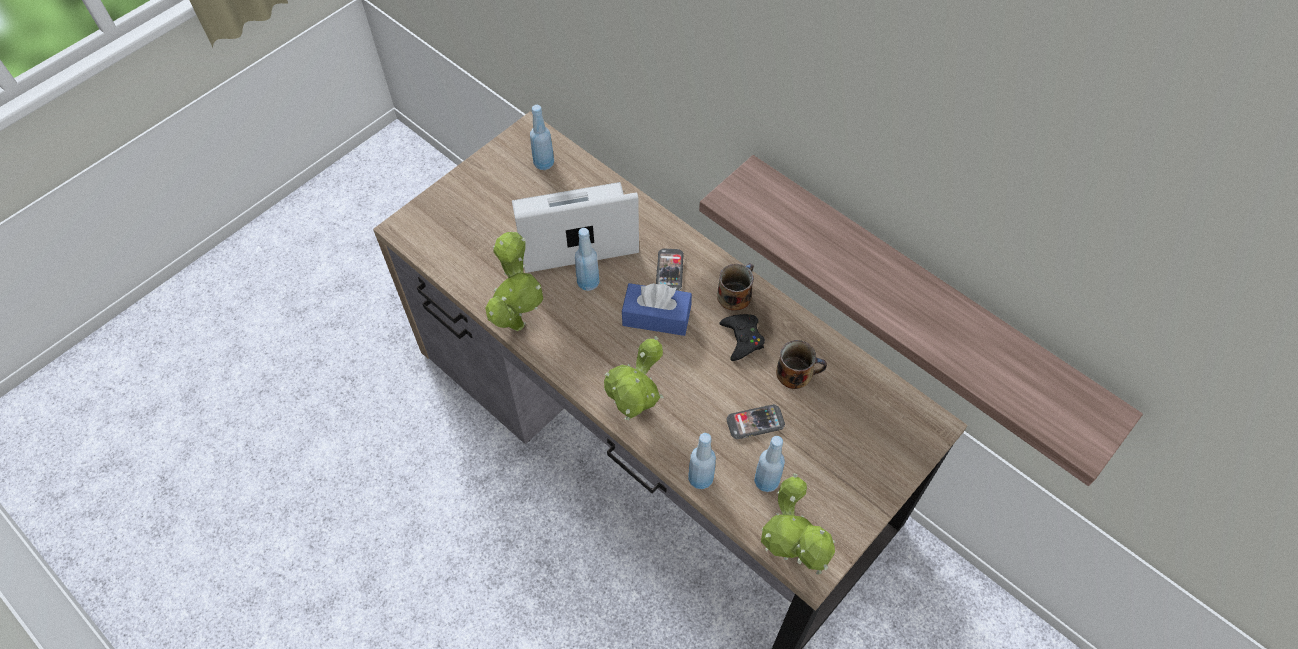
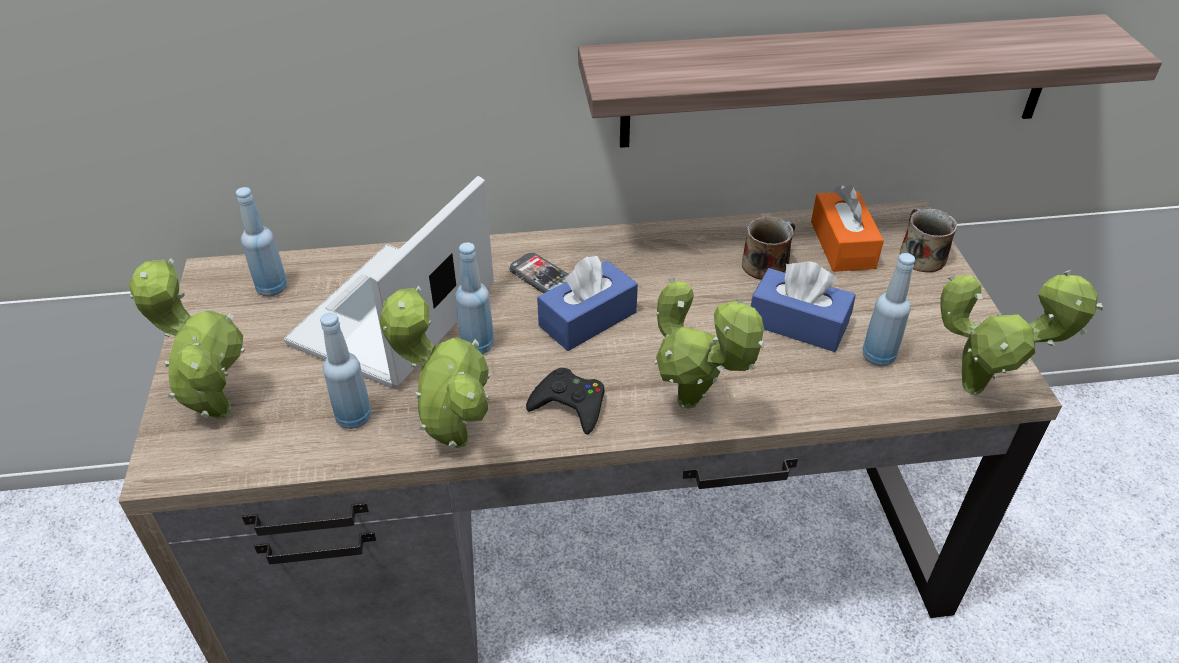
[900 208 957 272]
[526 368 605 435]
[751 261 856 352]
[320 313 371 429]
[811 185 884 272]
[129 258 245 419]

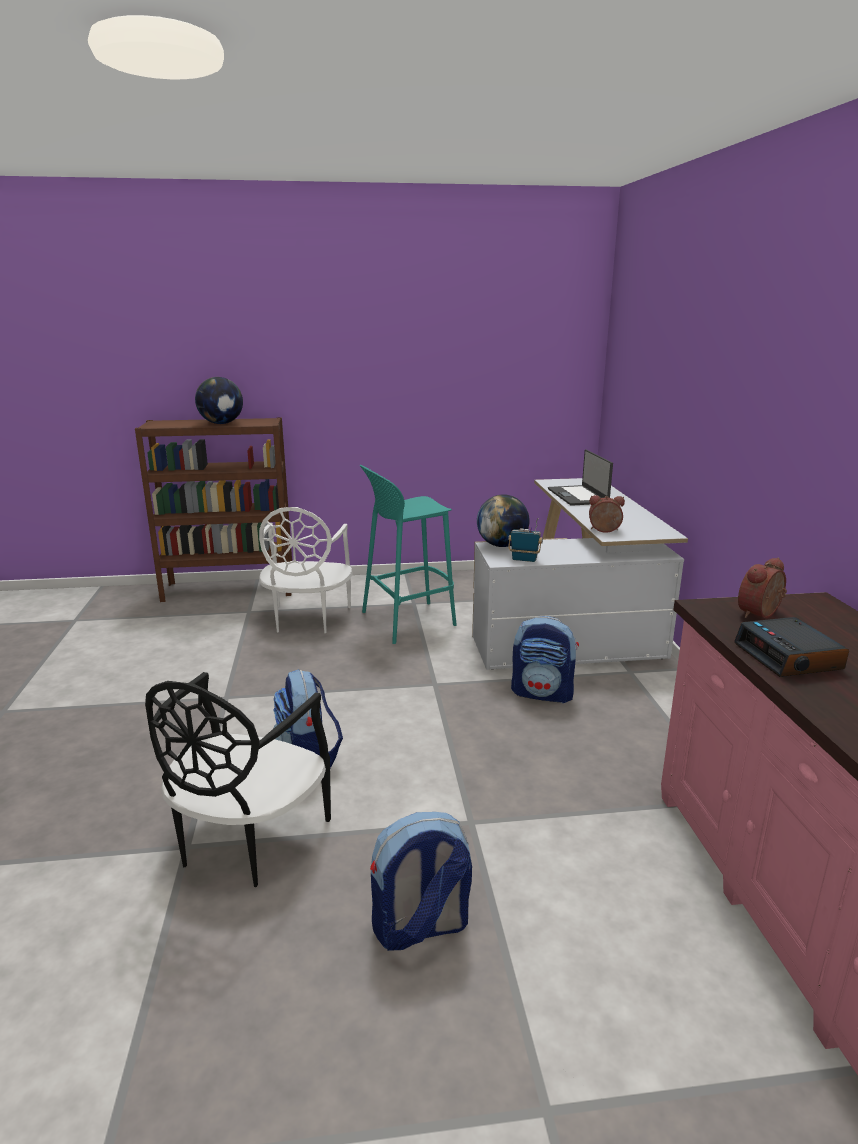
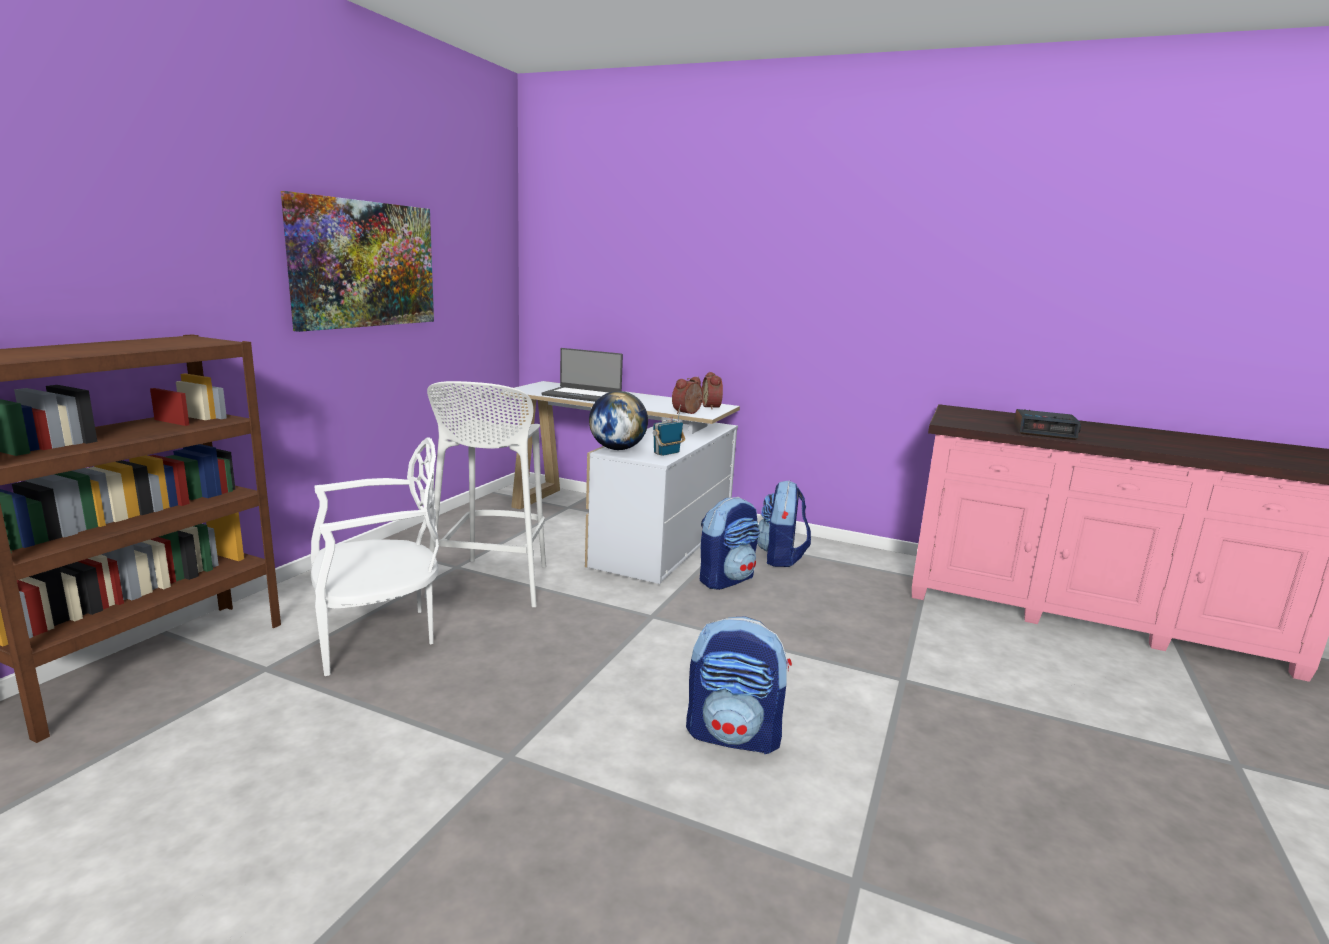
[195 377 243 424] (first image)
[424 381 546 607]
[311 437 439 676]
[702 372 723 409]
[145 672 331 887] (first image)
[757 480 811 567]
[281 191 434 332]

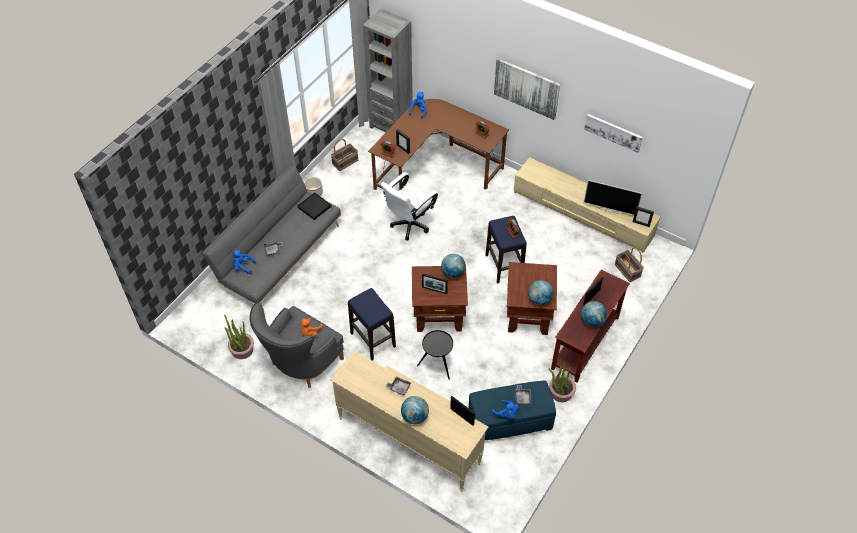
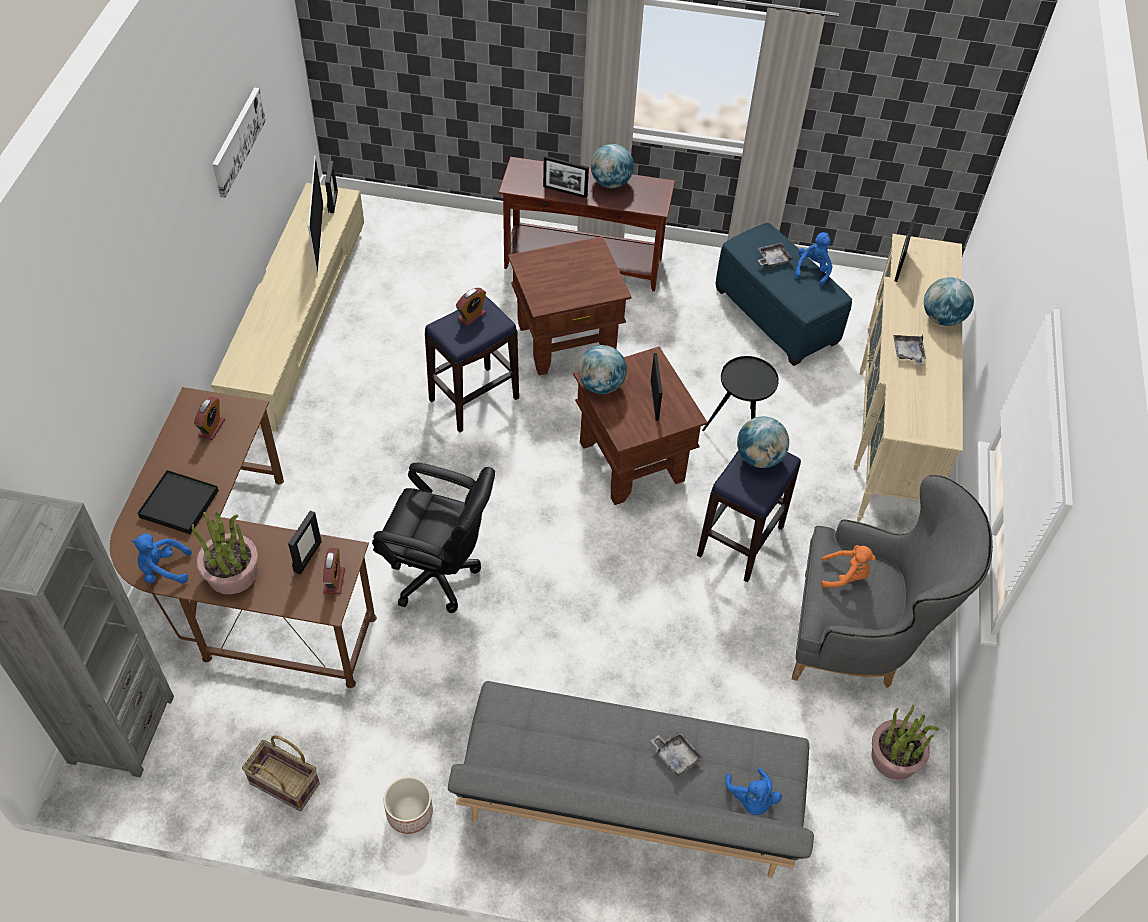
[494 58 560 120] (first image)
[372 463 495 613]
[138 470 219 534]
[615 247 644 282] (first image)
[737 416 789 468]
[192 512 258 595]

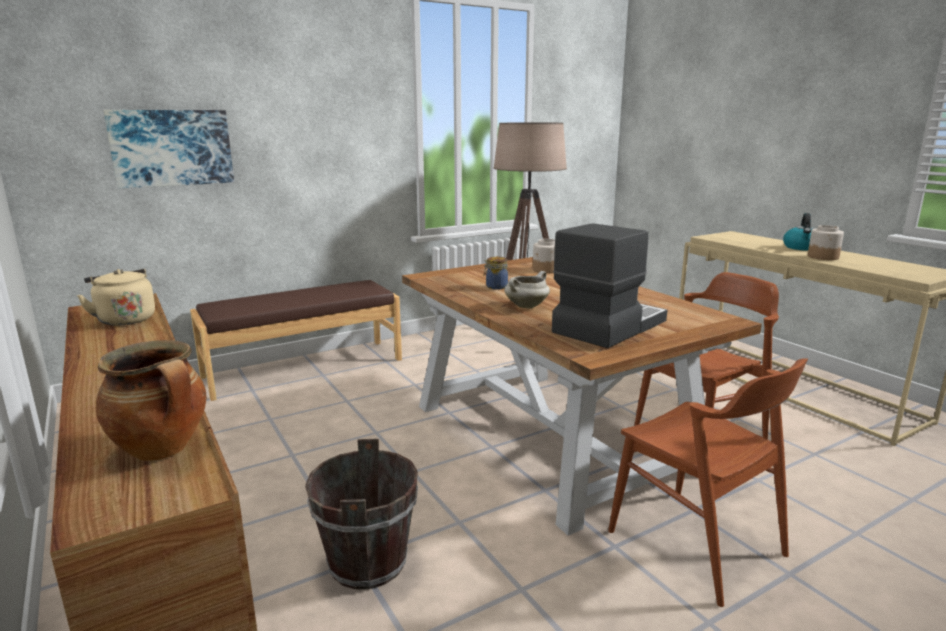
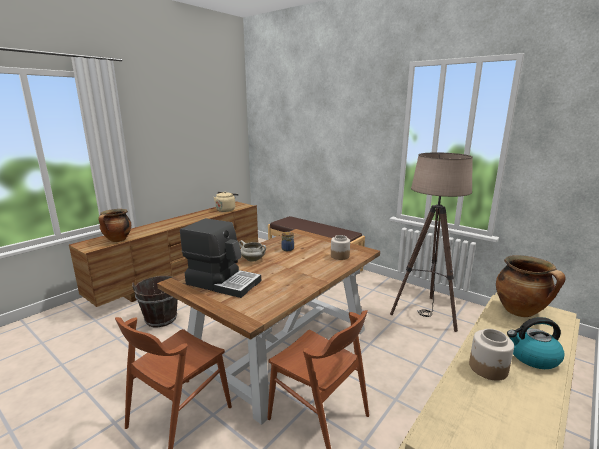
[103 110 234 188] (first image)
[496 255 565 317]

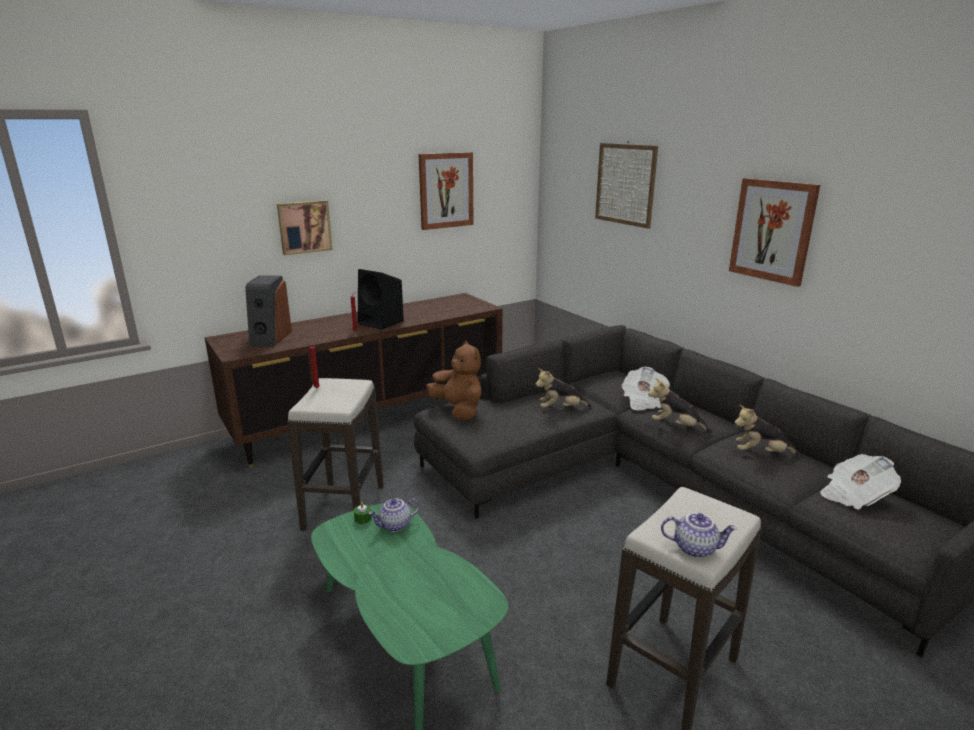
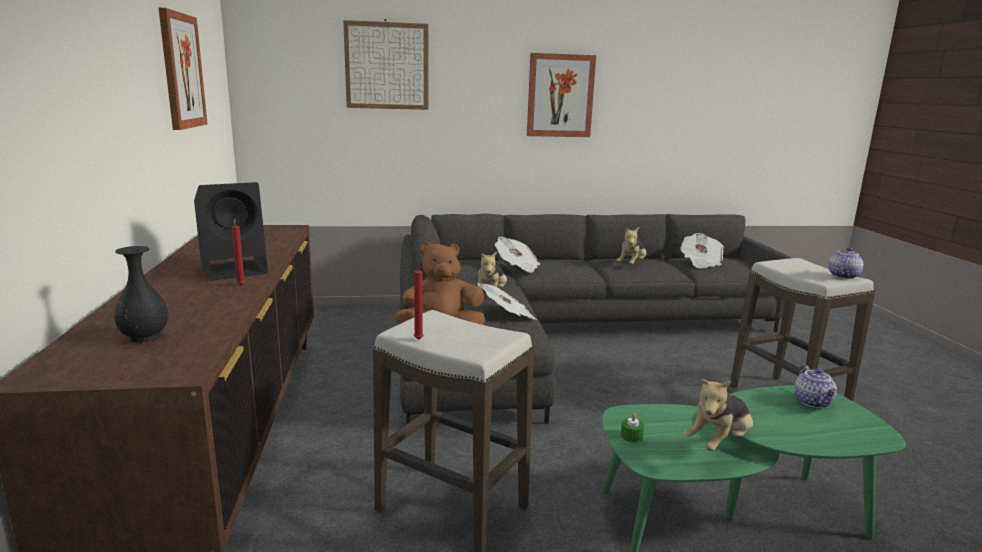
[277 200 333 255] (first image)
[114 246 169 343]
[684 379 753 451]
[794 365 837 408]
[477 283 537 320]

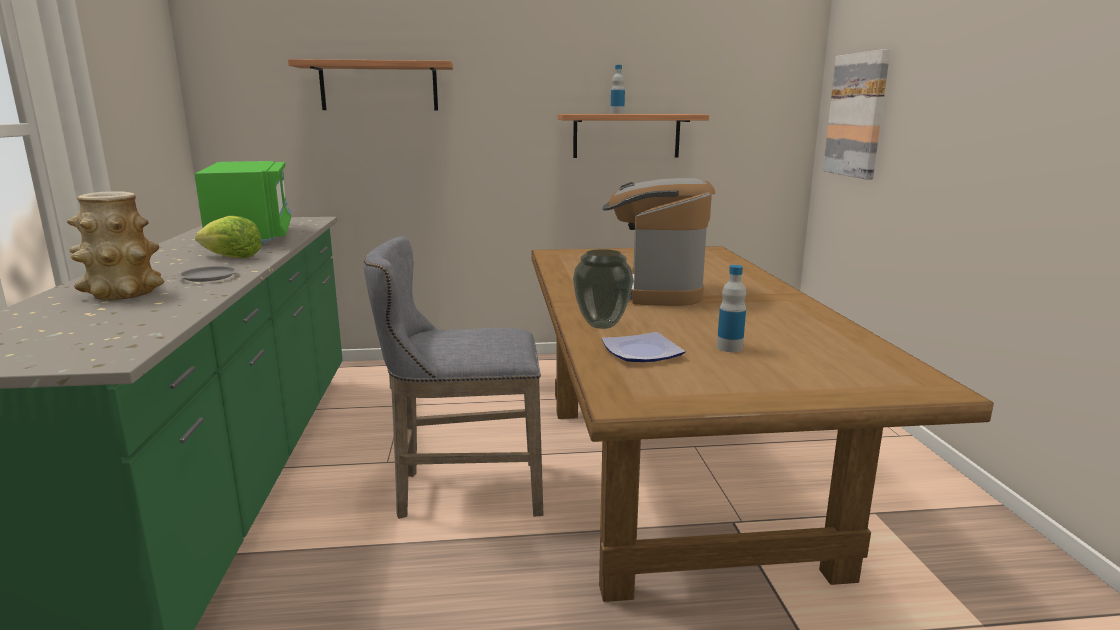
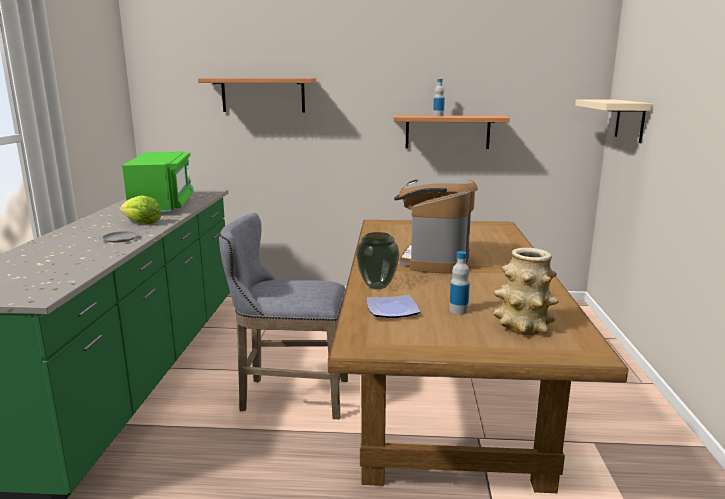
[575 99 653 143]
[493 248 558 335]

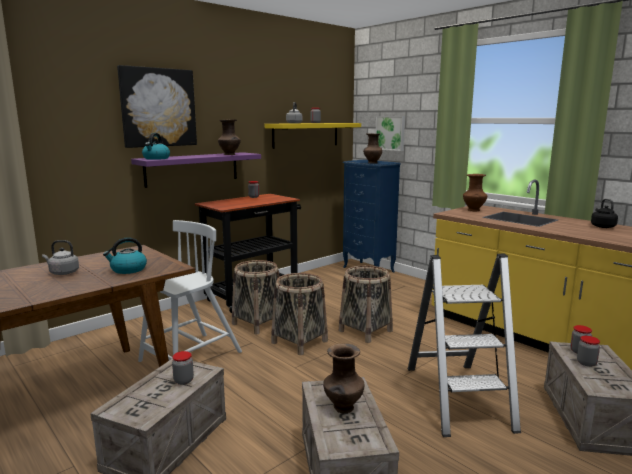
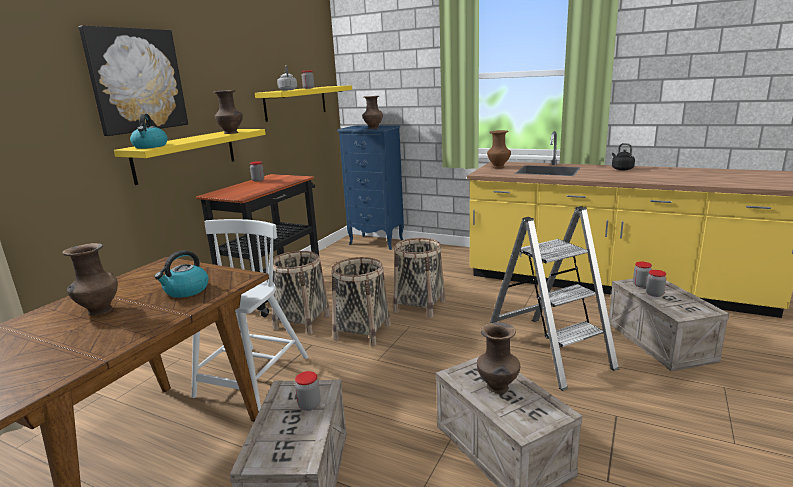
[376 116 405 151] (first image)
[114 129 266 185]
[62 243 118 316]

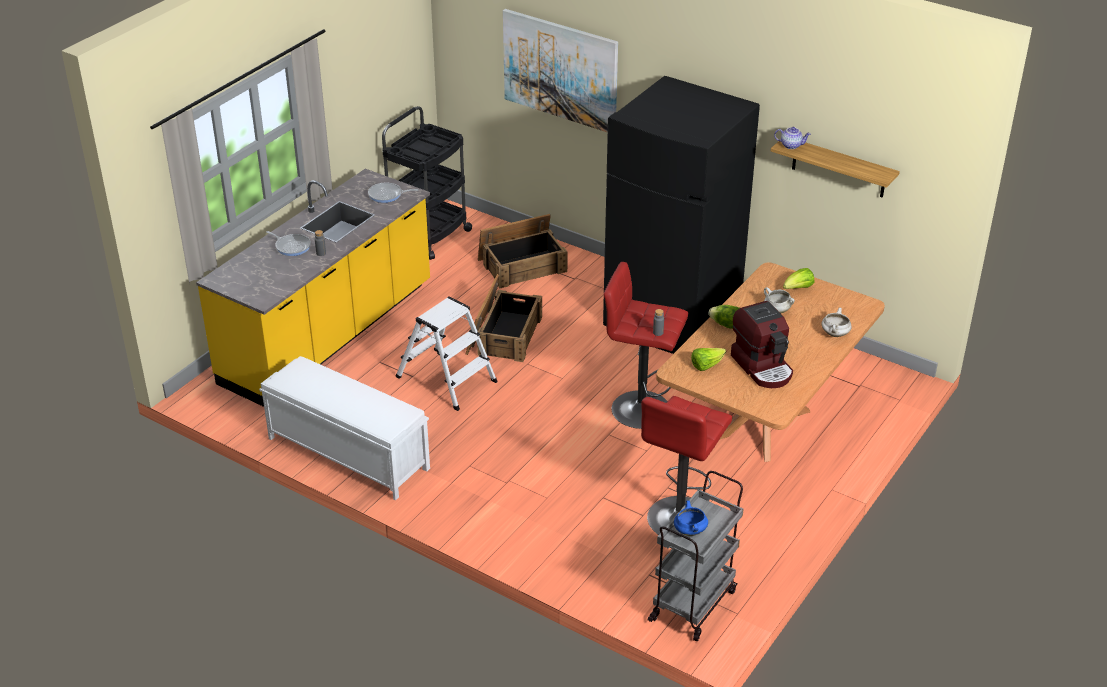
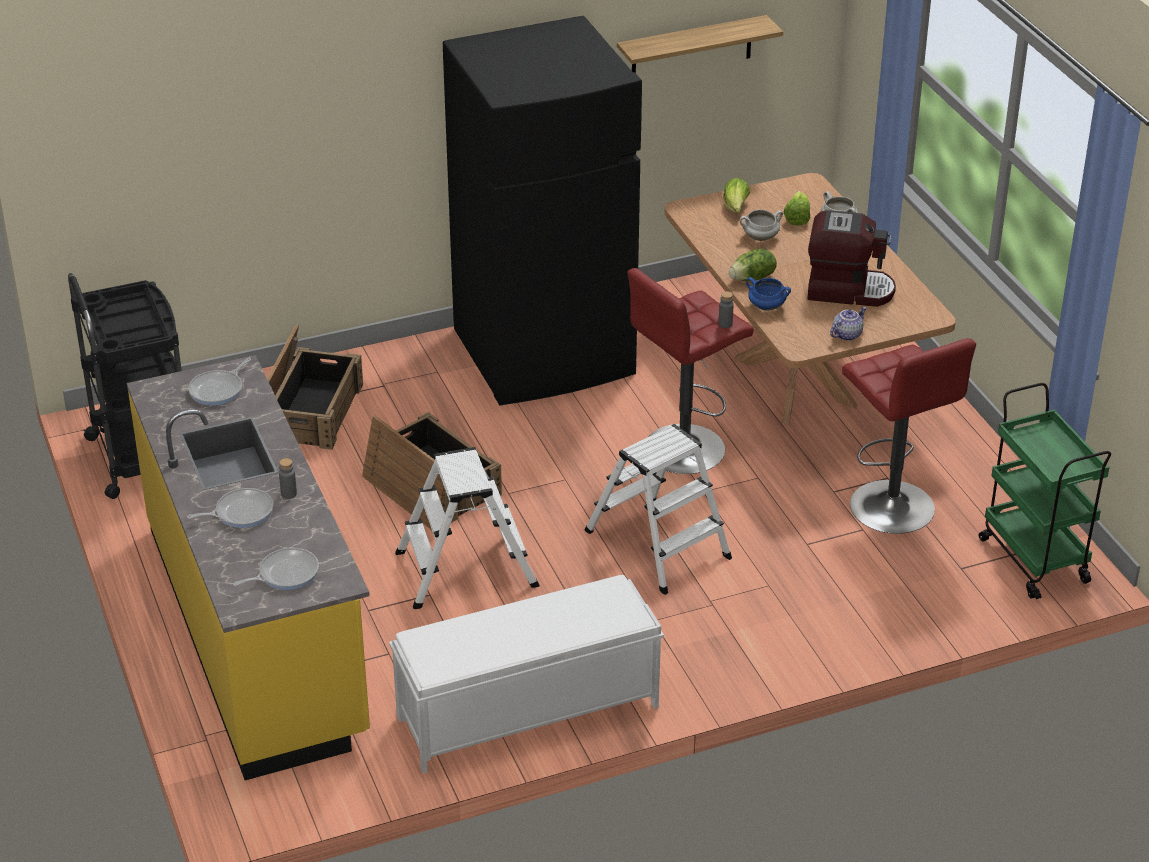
[503 9 618 133] (first image)
[830 307 867 341]
[784 191 810 226]
[979 383 1111 599]
[746 277 791 311]
[584 424 732 595]
[233 548 319 590]

